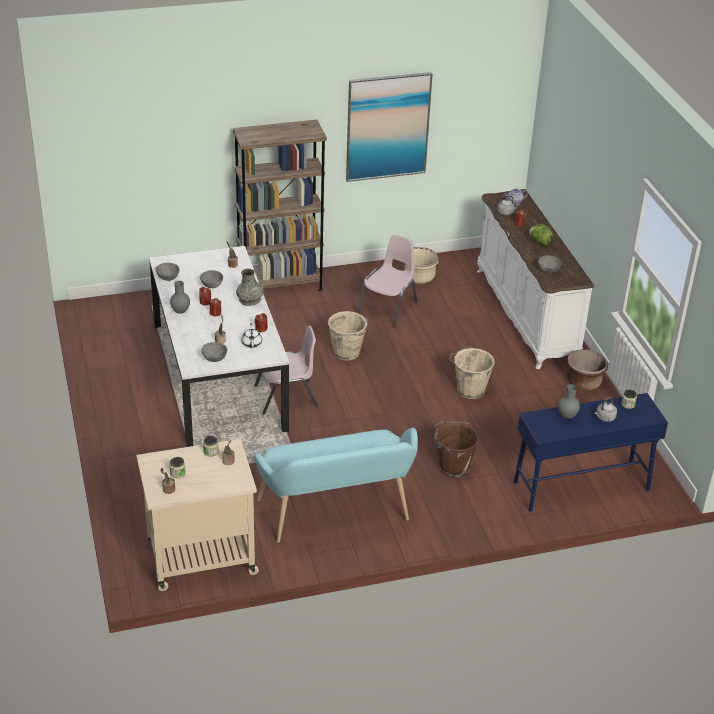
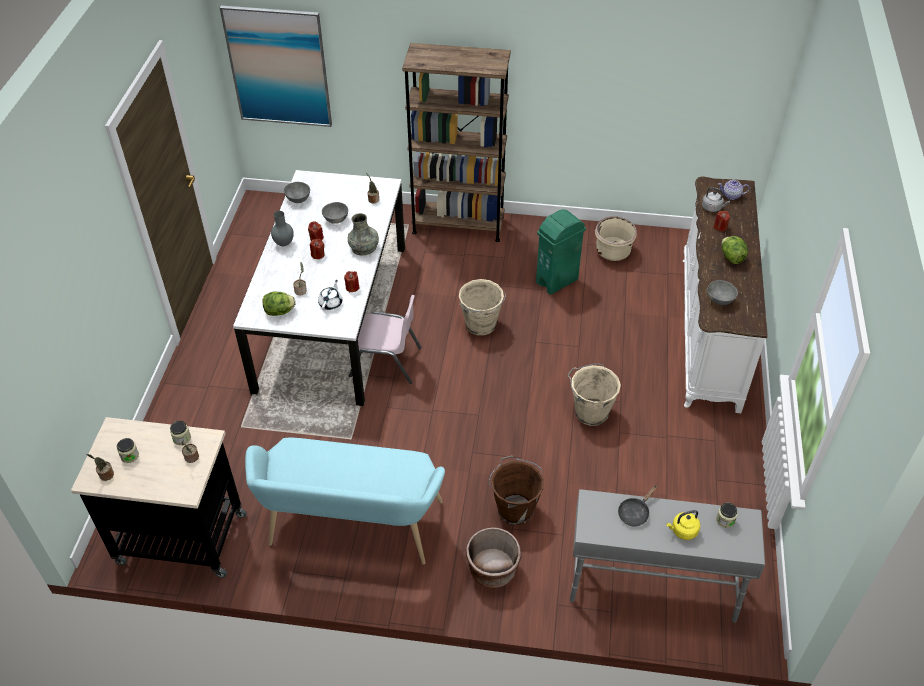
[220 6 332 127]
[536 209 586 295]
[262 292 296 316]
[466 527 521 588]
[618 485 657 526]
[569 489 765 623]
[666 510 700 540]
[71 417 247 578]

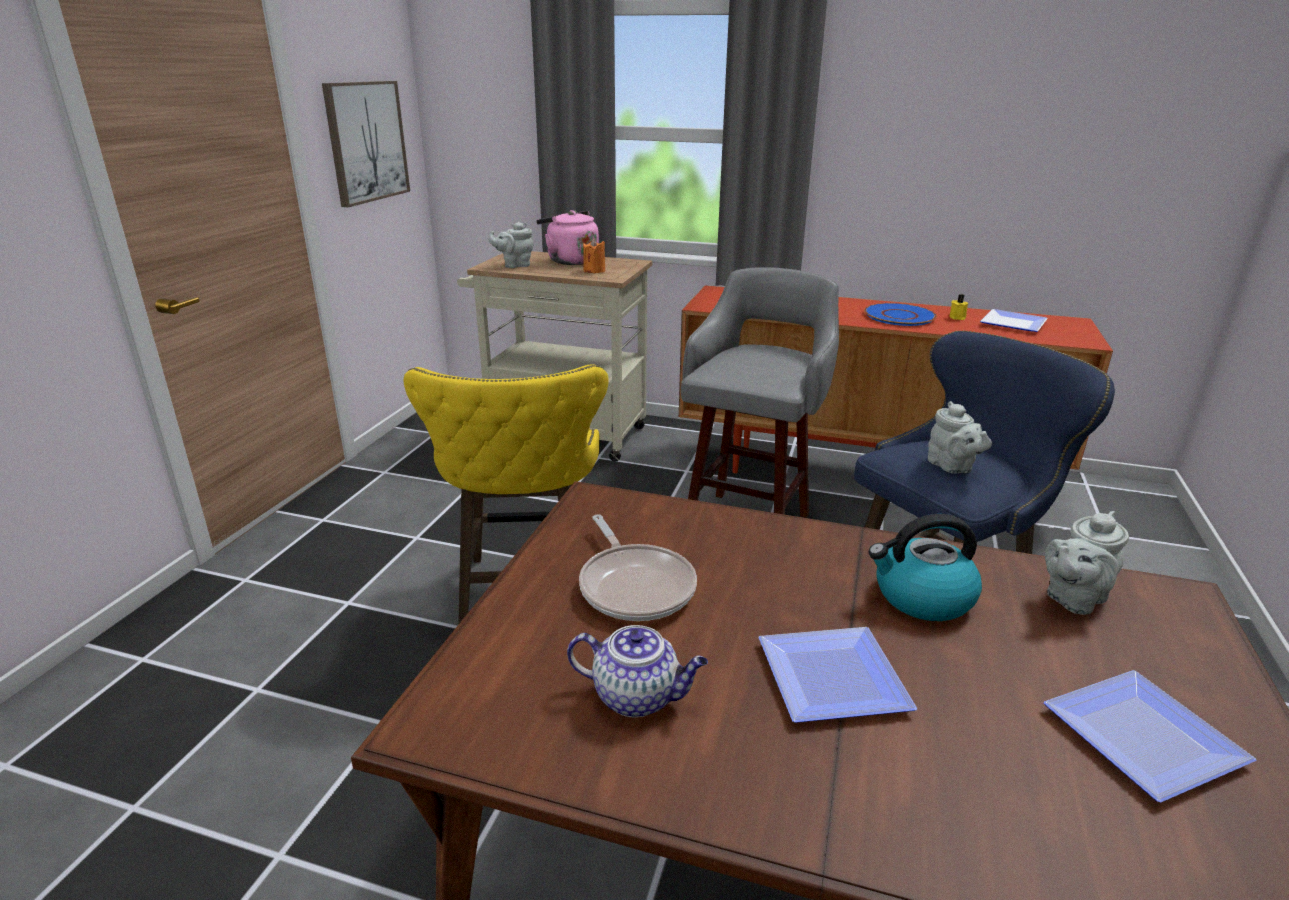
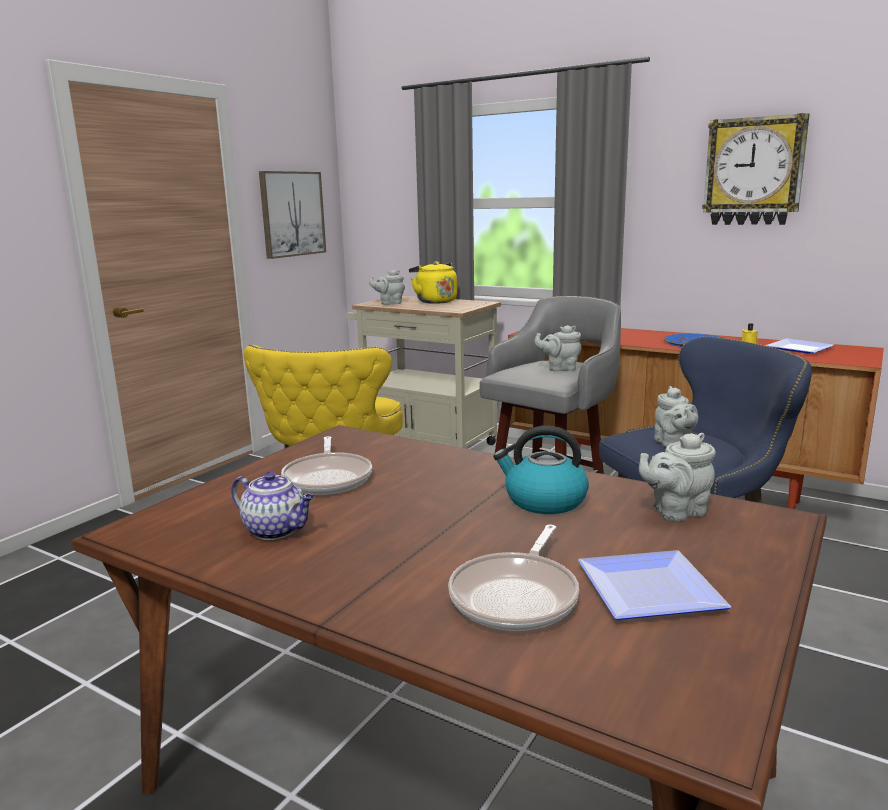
[409 261 457 304]
[583 238 605 273] (first image)
[758 627 917 723] (first image)
[702 113 809 225]
[534 325 582 372]
[448 525 579 631]

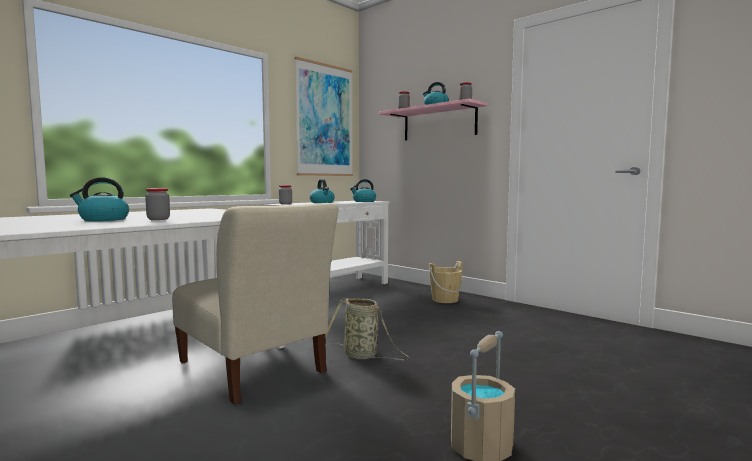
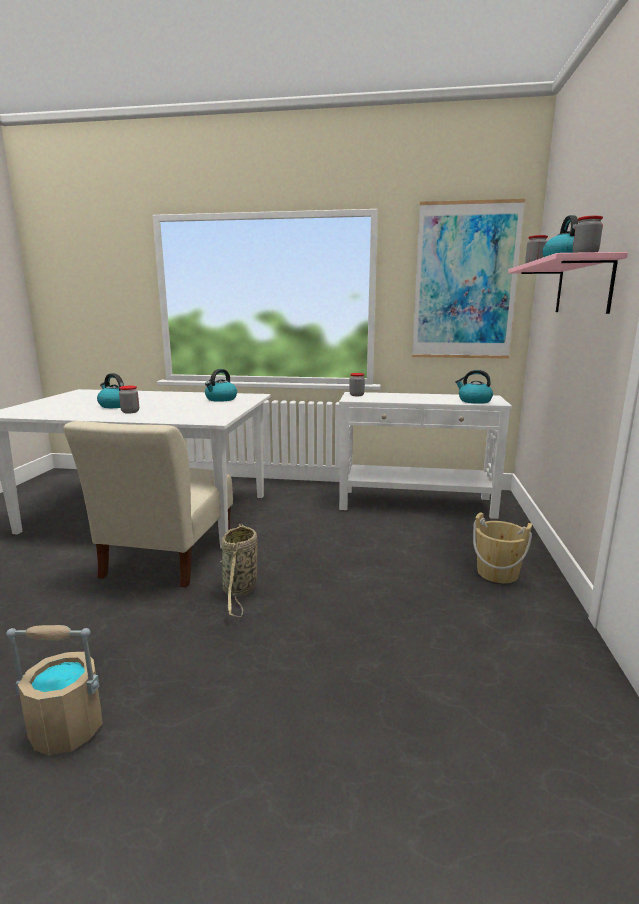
[205 369 237 402]

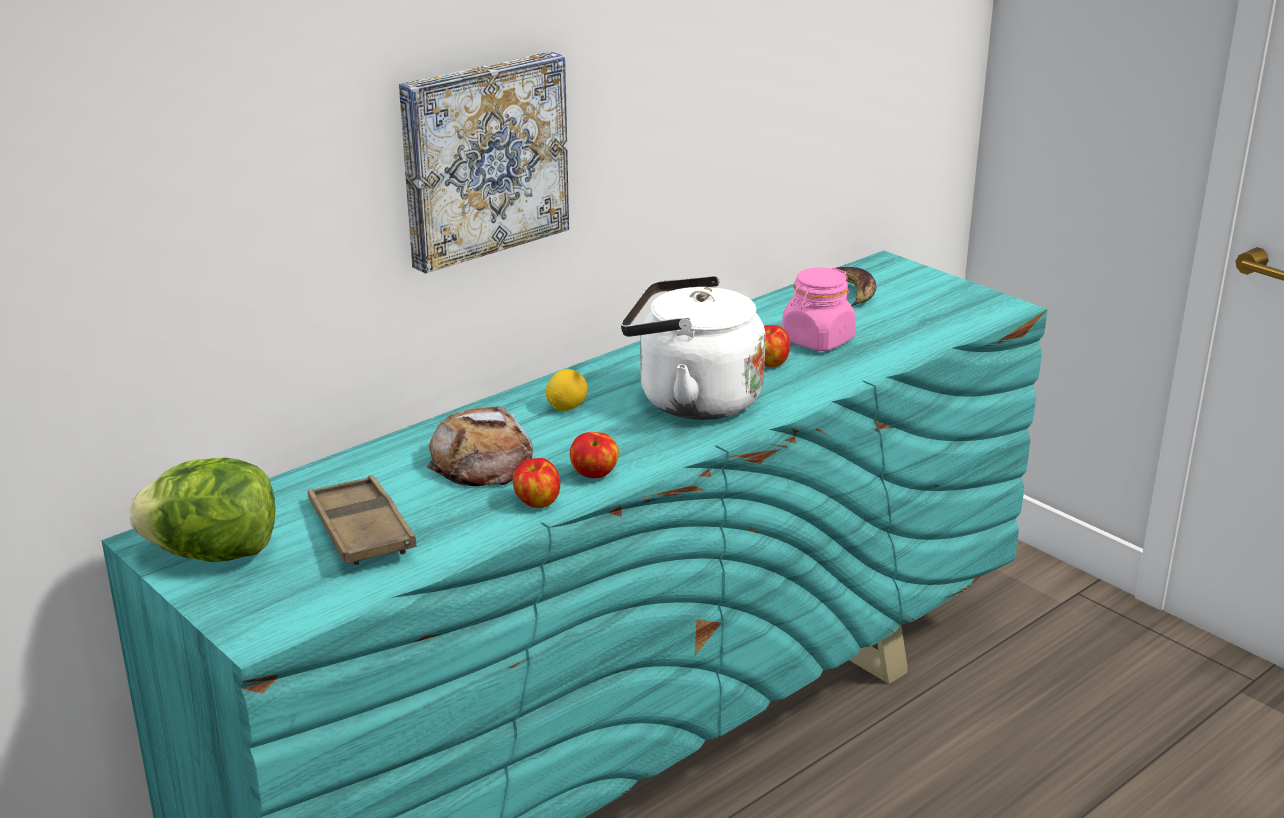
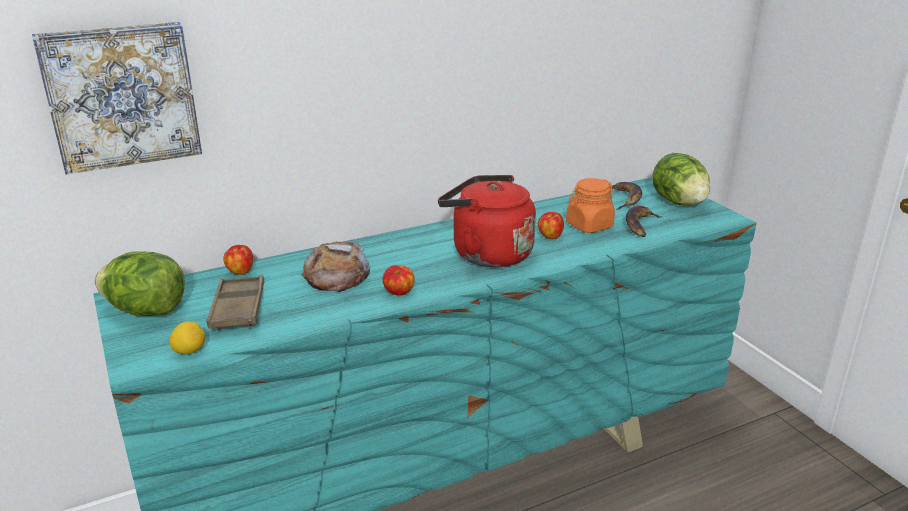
[32 22 202 174]
[566 178 615 233]
[438 175 536 267]
[169 321 205 354]
[223 245 253 275]
[652 153 710 205]
[626 206 663 237]

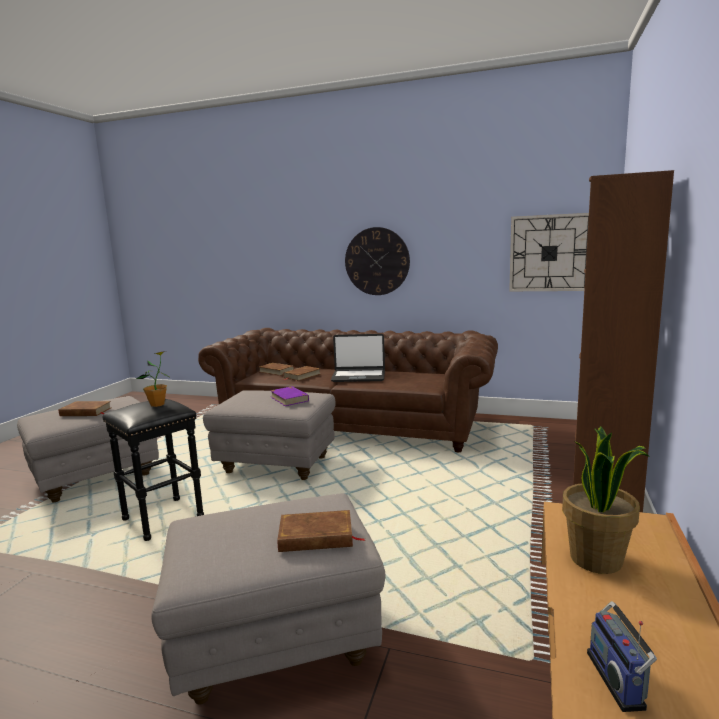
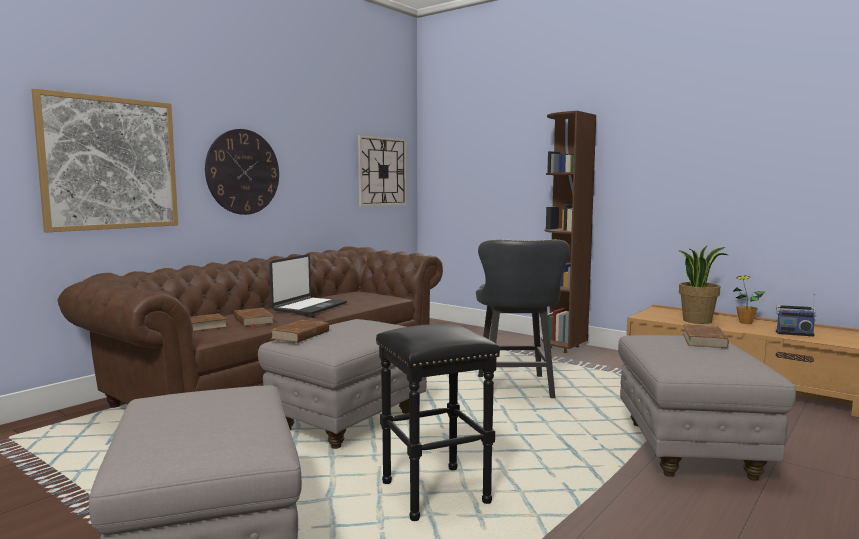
[733 275 765 324]
[270 386 309 406] (first image)
[270 320 329 343]
[31 88 178 232]
[476 239 570 398]

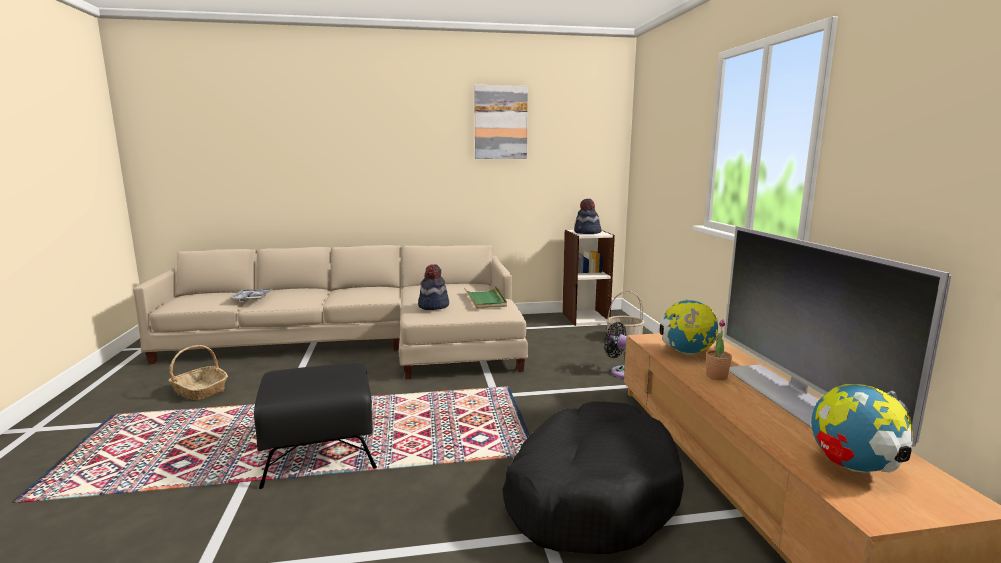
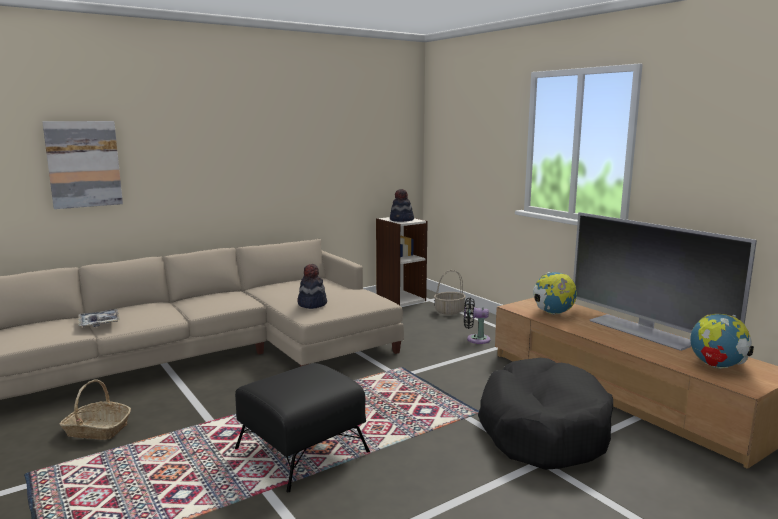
[42 121 123 209]
[464 286 507 309] (first image)
[706 319 732 381] (first image)

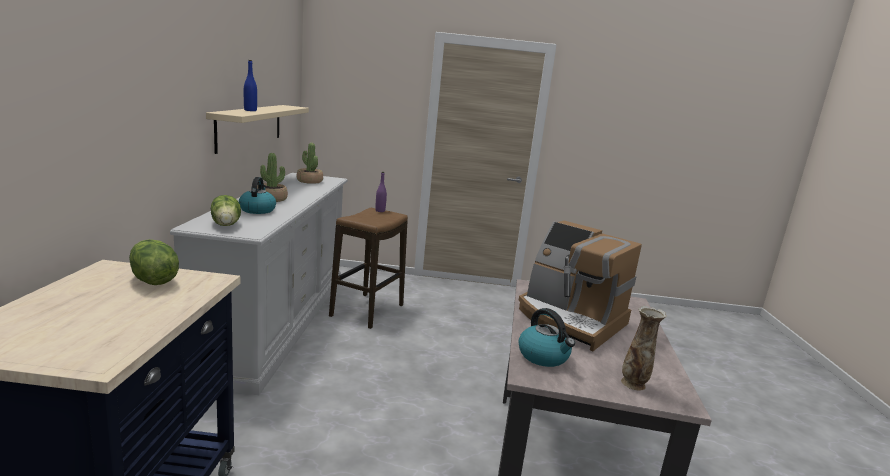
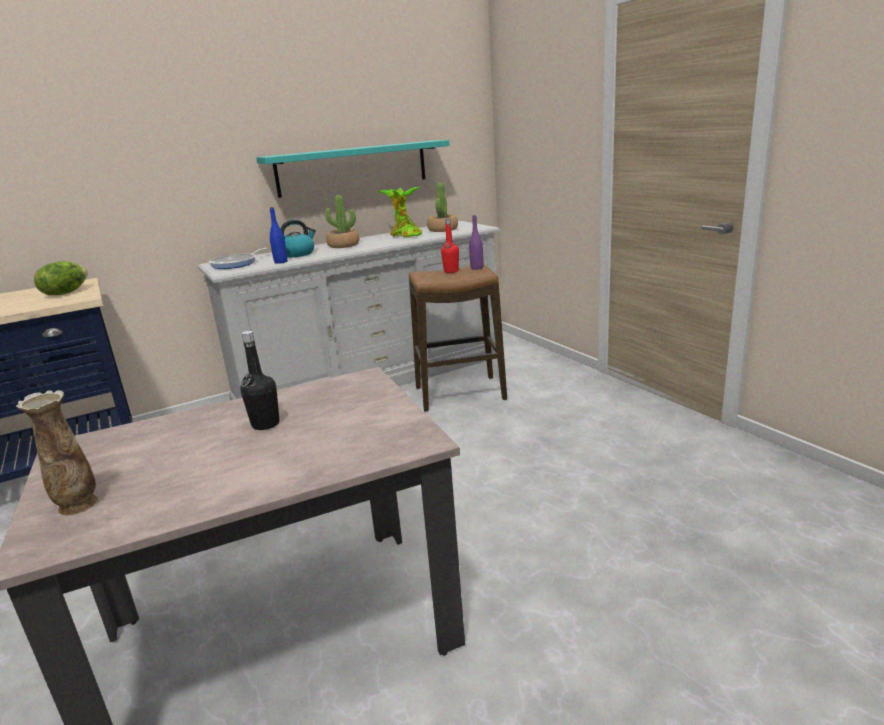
[270 207 288 264]
[256 140 449 198]
[209 248 268 269]
[240 331 280 430]
[518 308 575 367] (first image)
[379 187 422 237]
[441 219 459 273]

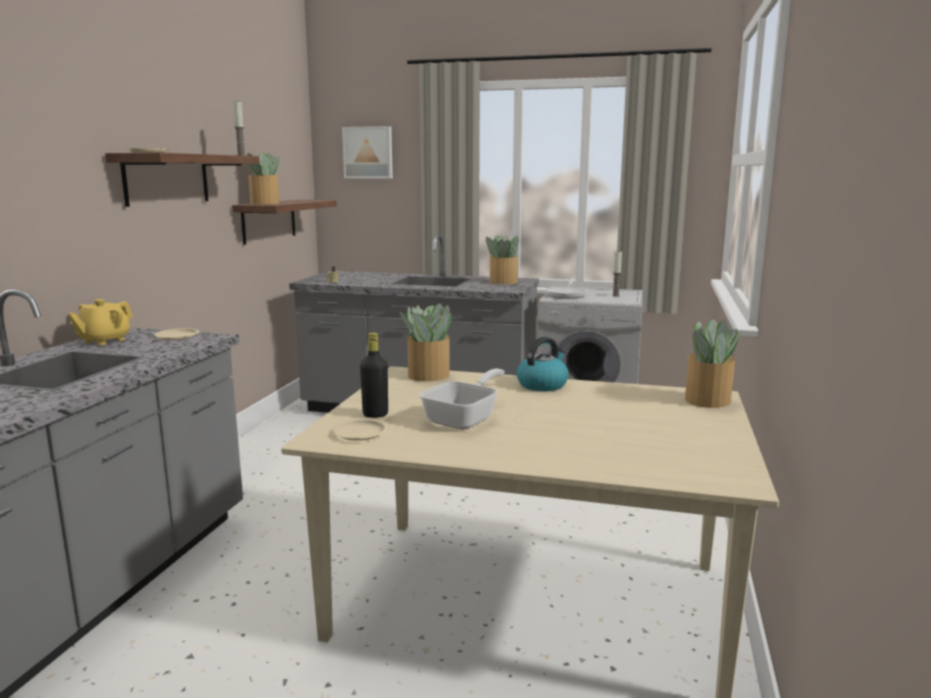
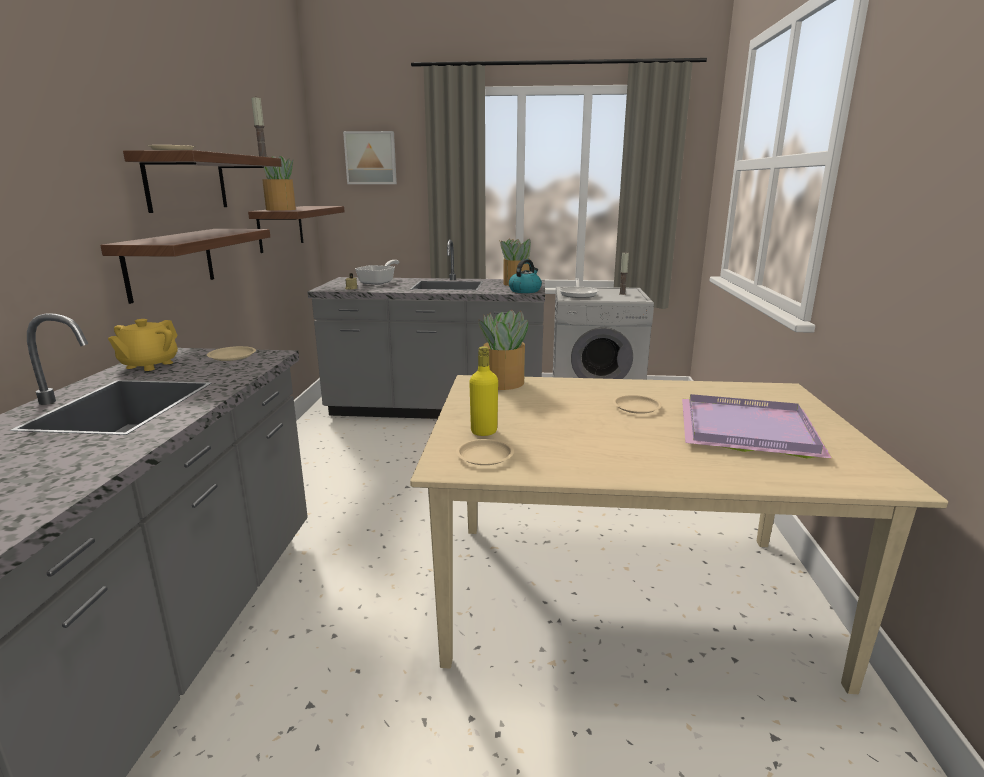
[685 319 742 408] (first image)
[469 346 498 436]
[509 259 542 293]
[355 260 399 285]
[100 229 270 304]
[682 394 833 459]
[613 395 662 414]

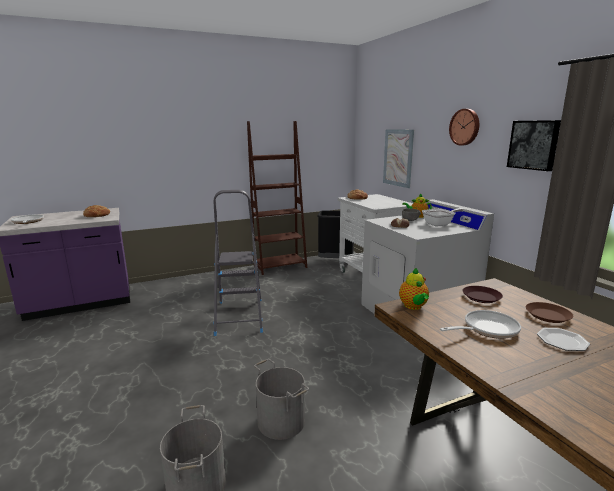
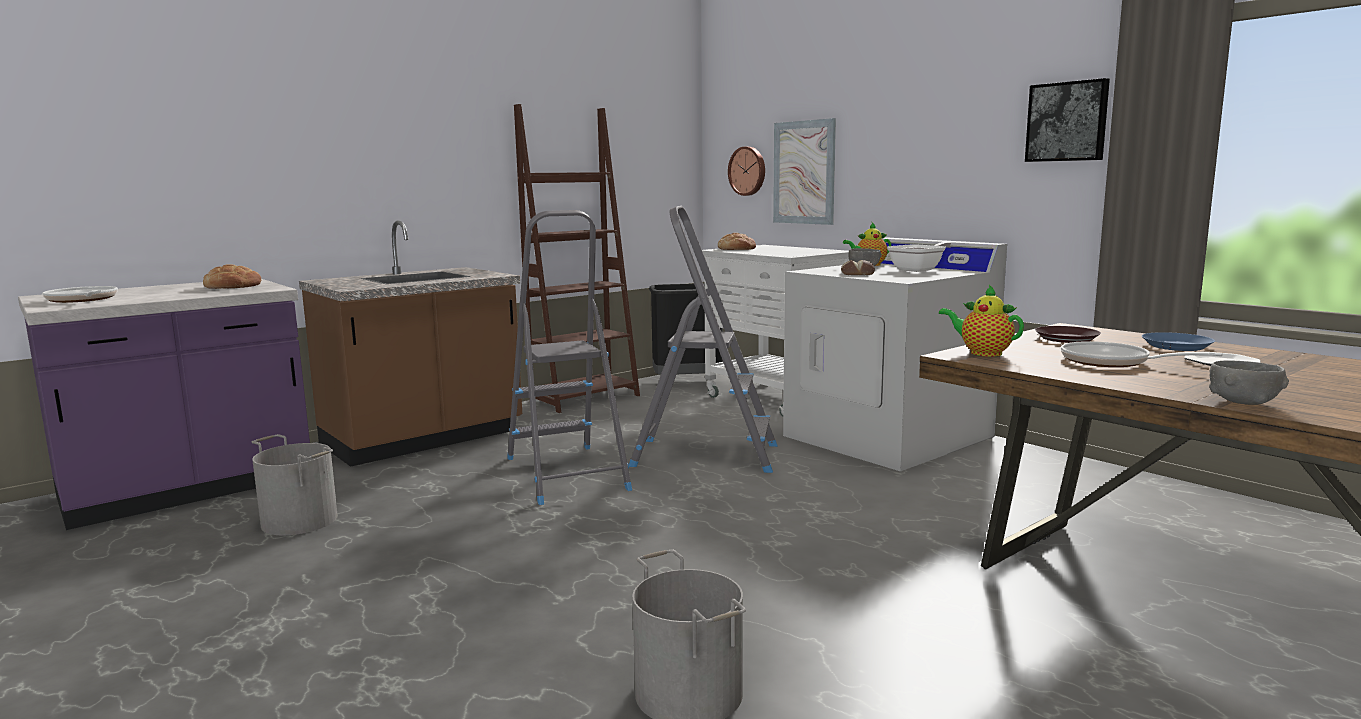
[728 147 765 196]
[939 285 1024 357]
[1142 332 1215 351]
[1061 341 1223 367]
[252 434 338 535]
[629 206 778 473]
[299 221 522 467]
[1209 360 1289 405]

